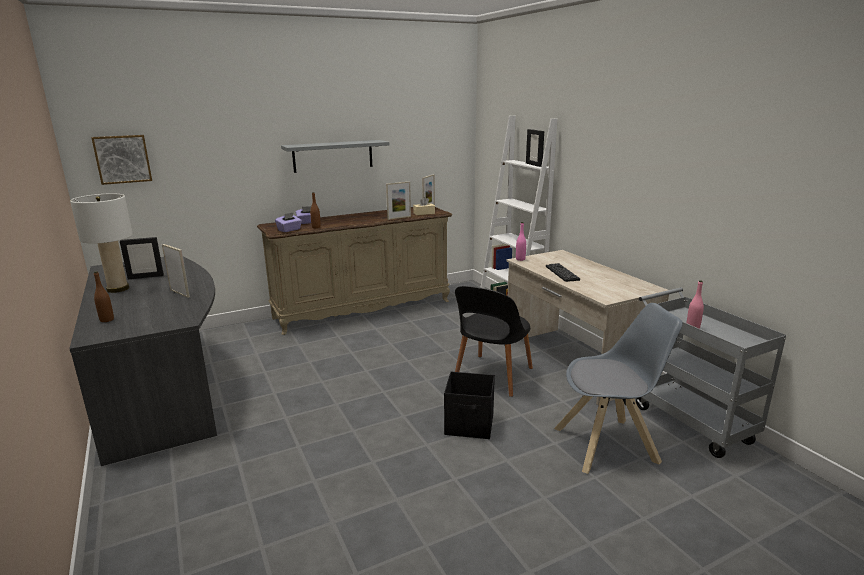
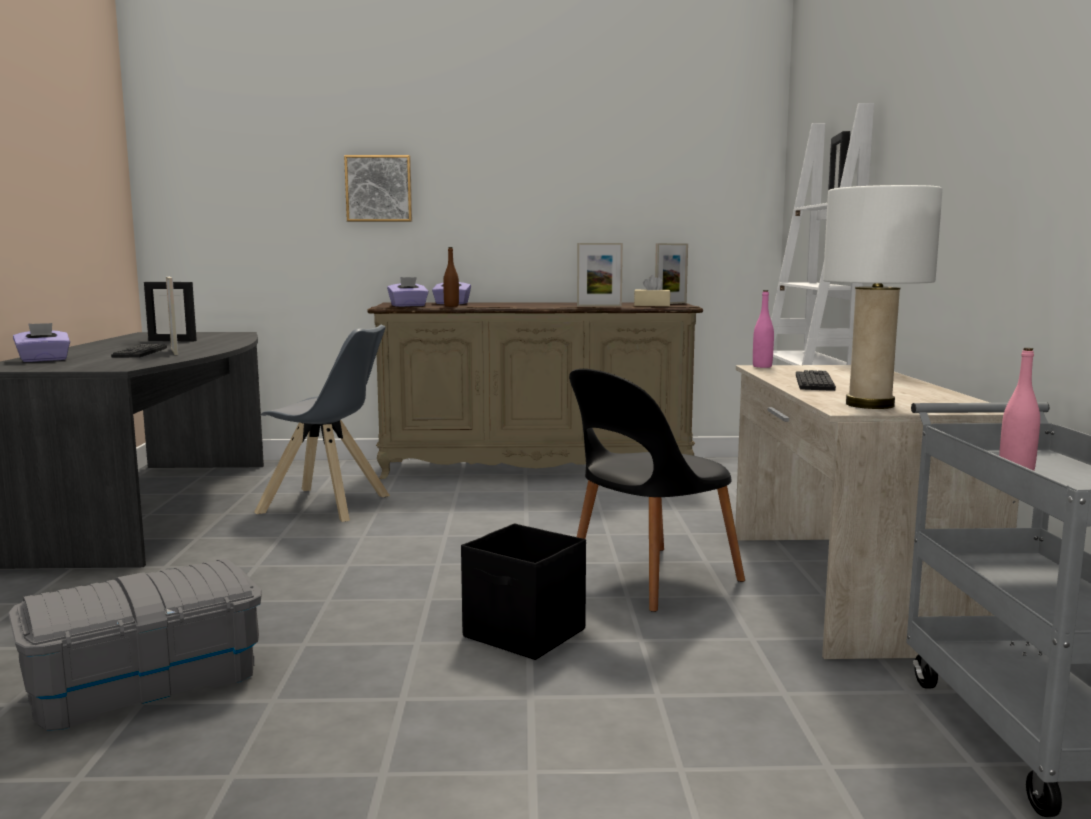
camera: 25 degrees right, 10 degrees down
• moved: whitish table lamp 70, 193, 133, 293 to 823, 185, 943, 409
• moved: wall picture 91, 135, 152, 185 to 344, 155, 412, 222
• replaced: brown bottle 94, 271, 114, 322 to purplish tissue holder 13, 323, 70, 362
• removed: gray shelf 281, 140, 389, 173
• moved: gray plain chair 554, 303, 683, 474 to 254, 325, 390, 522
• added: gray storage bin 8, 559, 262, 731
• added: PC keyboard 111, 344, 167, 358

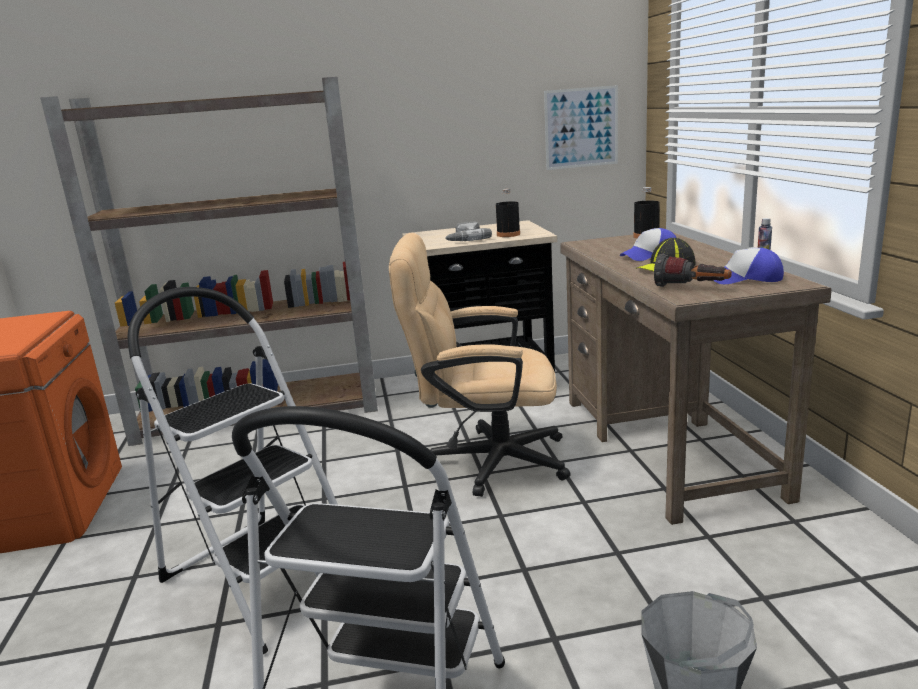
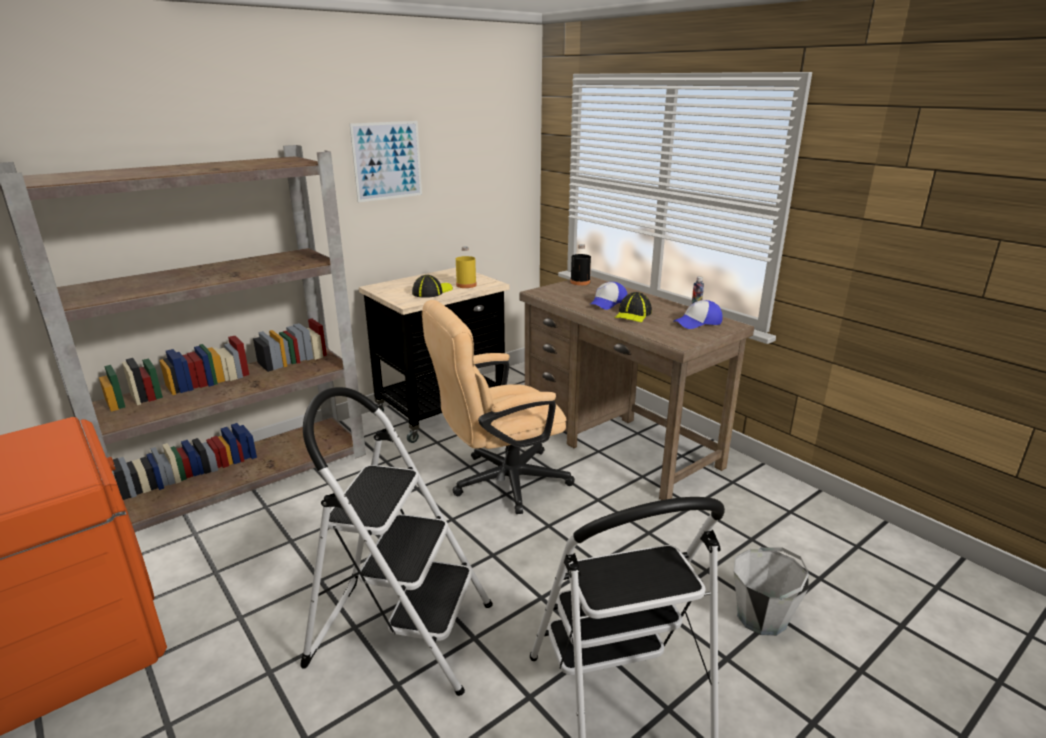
camera: 30 degrees left, 5 degrees up
• replaced: power drill 445, 222, 492, 241 to peaked cap 412, 275, 453, 298
• recoloured: black-coloured bottle 496, 189, 520, 237 to yellow bottle 456, 246, 477, 288
• moved: wall picture 544, 85, 618, 170 to 350, 121, 422, 202
• removed: torch 654, 254, 732, 287

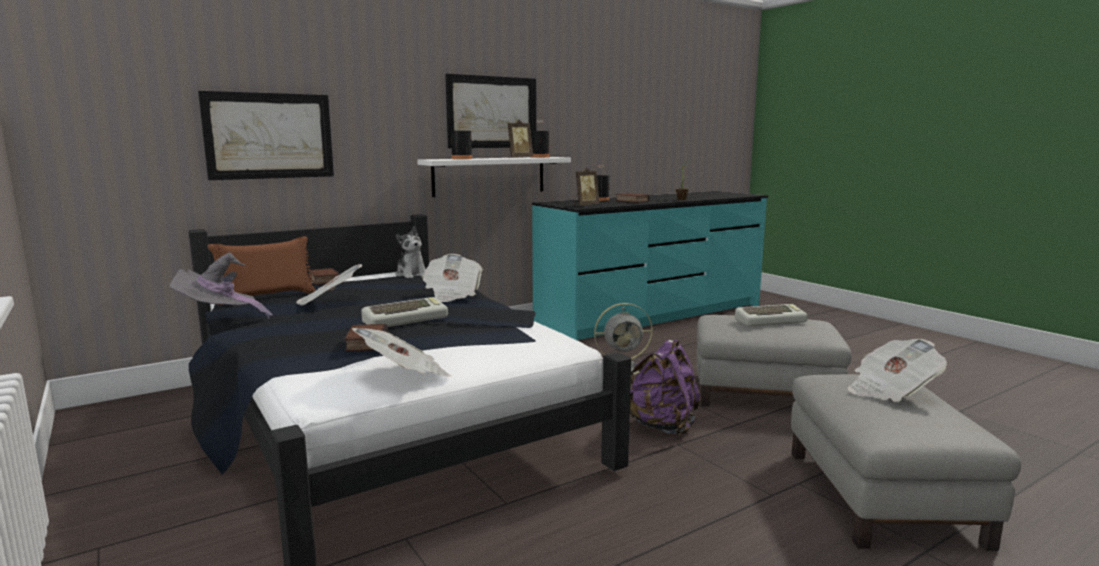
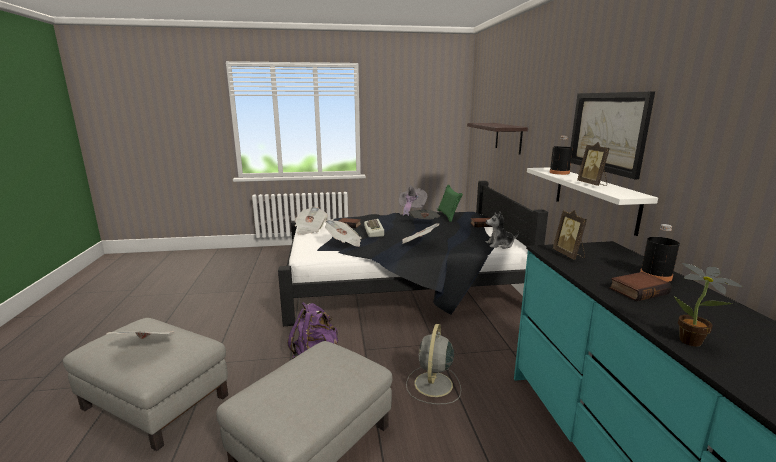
camera: 115 degrees right, 5 degrees up
• replaced: wall picture 198, 91, 334, 180 to shelf 467, 123, 528, 155
• recoloured: brown pillow 207, 236, 315, 305 to greenish pillow 437, 185, 463, 222
• removed: black-coloured bottle 531, 120, 550, 158
• removed: PC keyboard 735, 304, 807, 326
• added: printed paper 325, 220, 362, 247

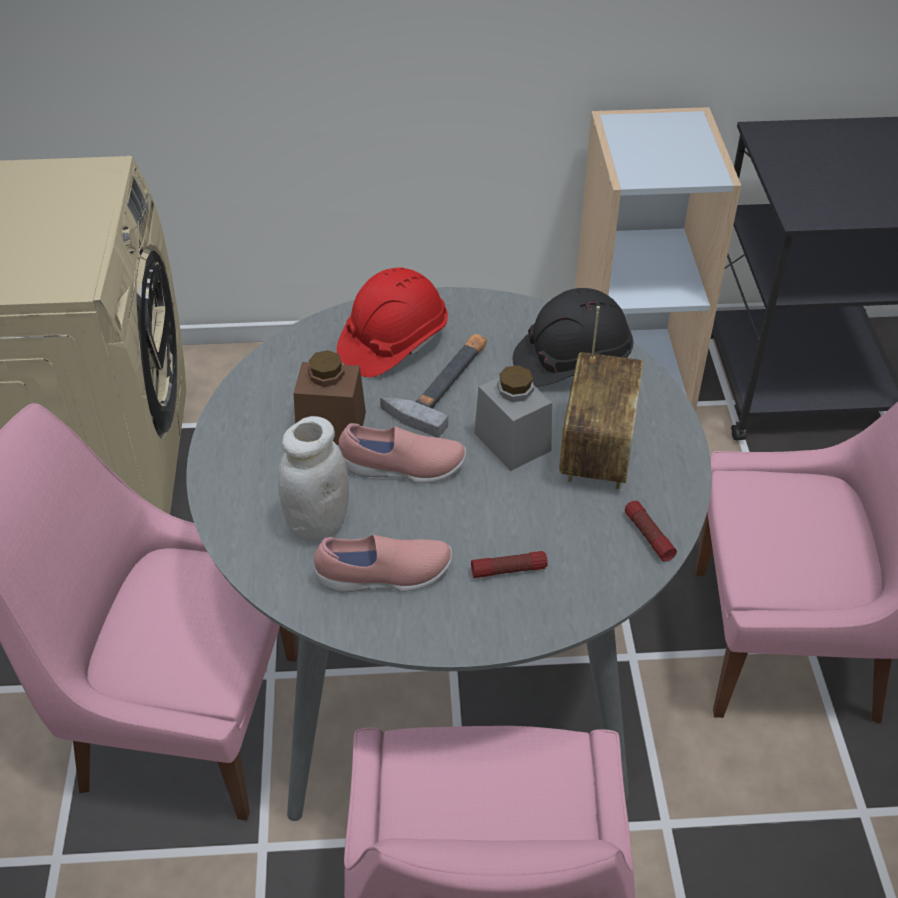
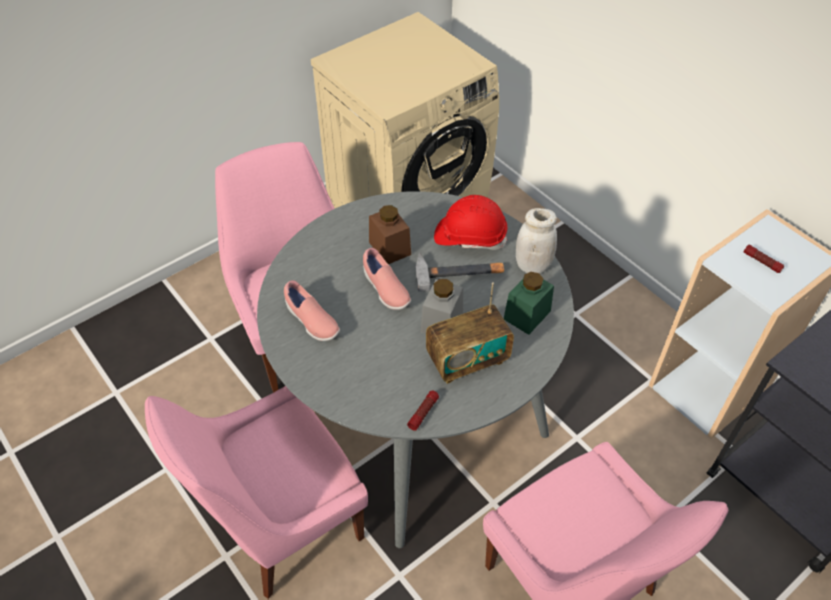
camera: 55 degrees right, 5 degrees up
• moved: whitish jar 278, 416, 349, 541 to 516, 208, 557, 274
• moved: torch 471, 551, 548, 578 to 744, 245, 784, 273
• replaced: black-coloured safety helmet 513, 288, 633, 387 to greenish jar 504, 272, 554, 335

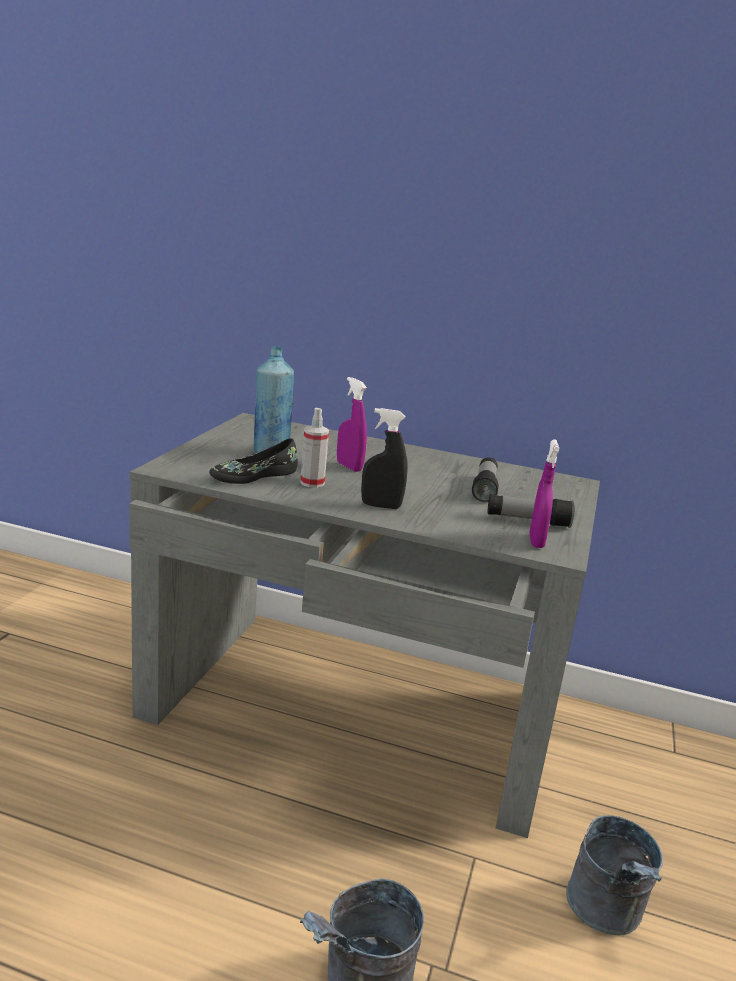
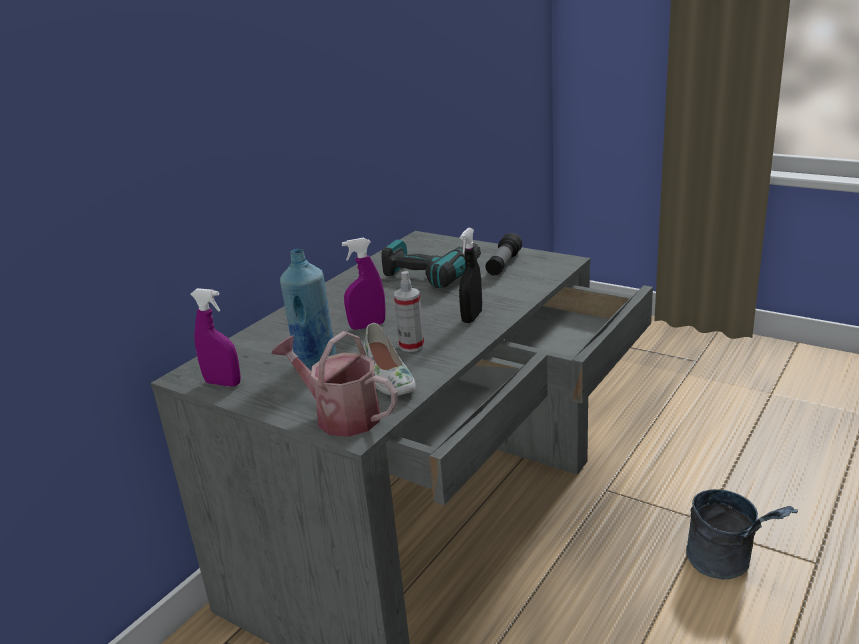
camera: 70 degrees left, 5 degrees up
• recoloured: black-coloured shoe 209, 439, 298, 484 to whitish shoe 363, 323, 416, 396
• replaced: torch 472, 457, 499, 502 to power drill 381, 239, 481, 288
• moved: purplish spray bottle 529, 439, 559, 548 to 190, 288, 241, 387
• removed: gray water bucket 566, 815, 663, 936
• added: sprinkling can 271, 331, 398, 437

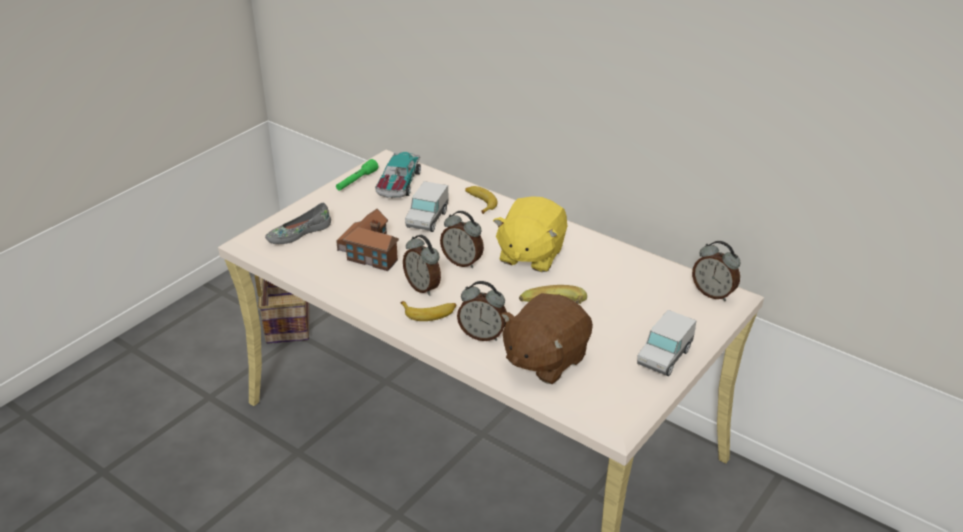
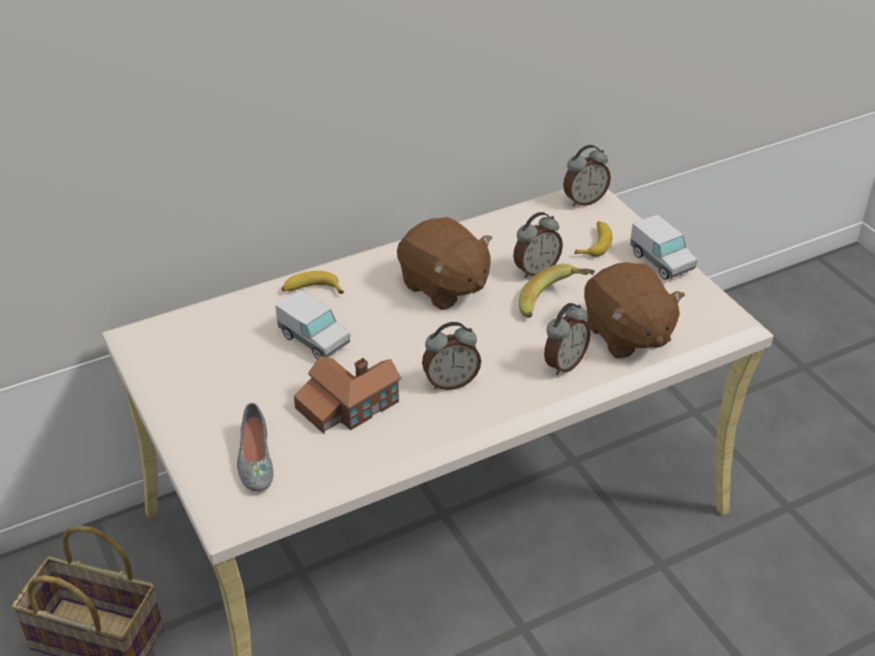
camera: 65 degrees left, 5 degrees up
• removed: greenish torch 336, 159, 378, 191
• removed: miniature car 375, 152, 421, 198
• moved: whole banana 401, 301, 456, 321 to 574, 221, 613, 257
• moved: alarm clock 440, 211, 484, 268 to 513, 212, 563, 278
• recoloured: yellow plush toy 493, 196, 567, 272 to brown plush toy 397, 217, 492, 310

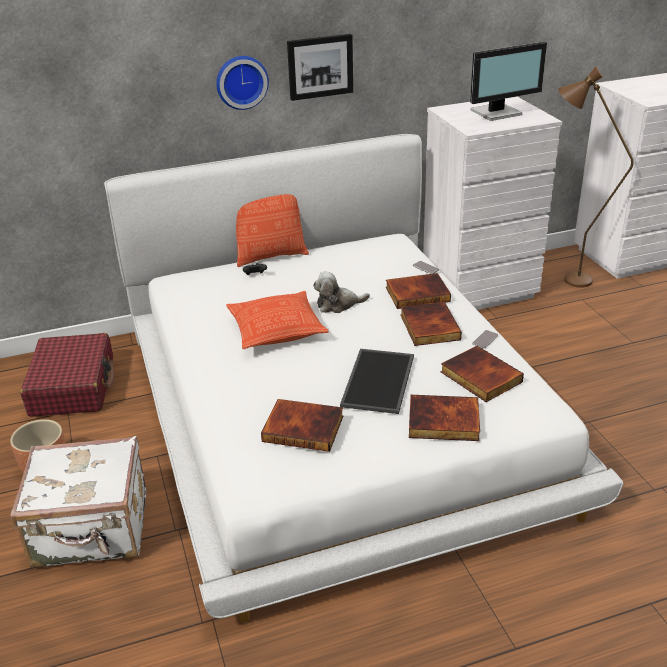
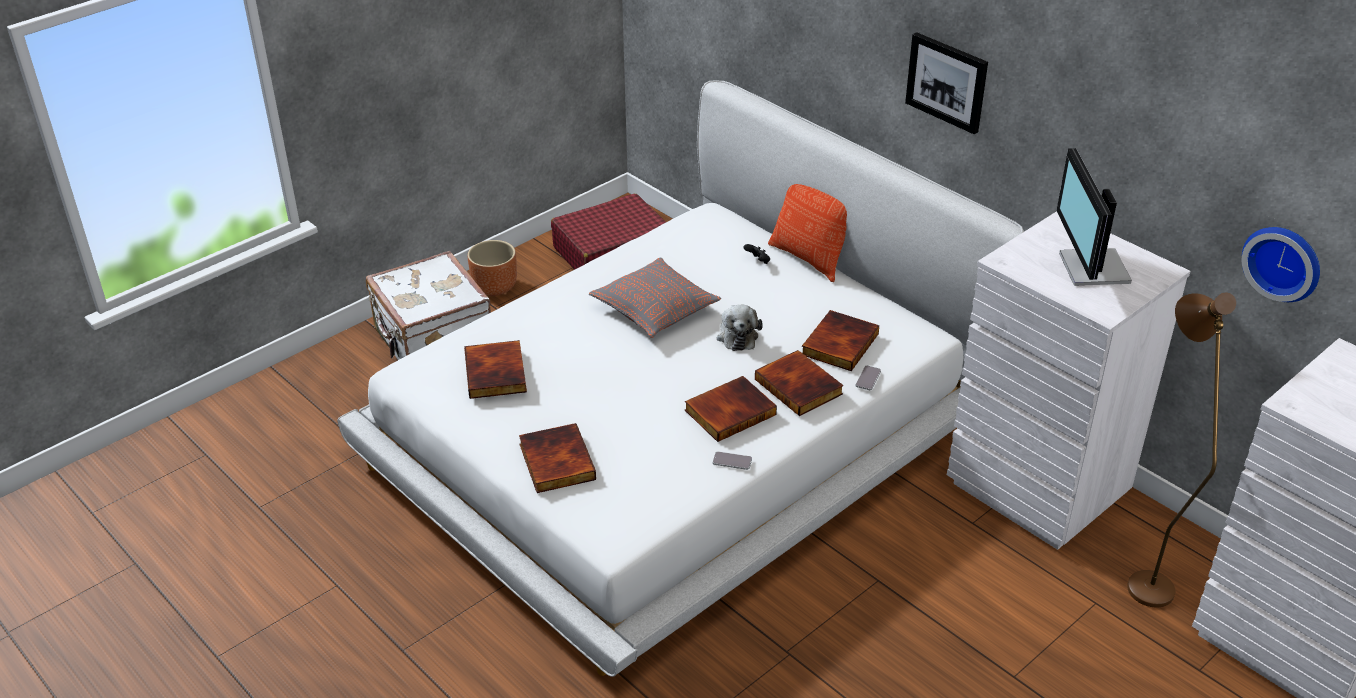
camera: 65 degrees right, 5 degrees up
• moved: wall clock 216, 56, 269, 110 to 1242, 227, 1320, 302
• recoloured: orange pillow 226, 291, 329, 349 to gray pillow 589, 257, 721, 338
• turned: plush toy 313, 271, 370, 313 = 717, 305, 763, 351 150 degrees counterclockwise
• removed: serving tray 340, 349, 414, 414
• moved: book 441, 346, 524, 402 to 802, 310, 879, 371
• turned: computer screen 470, 42, 547, 121 = 1057, 148, 1132, 286 45 degrees clockwise

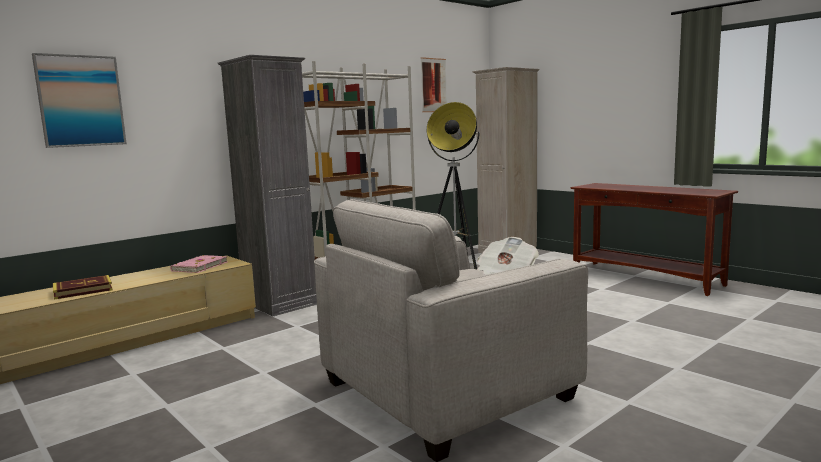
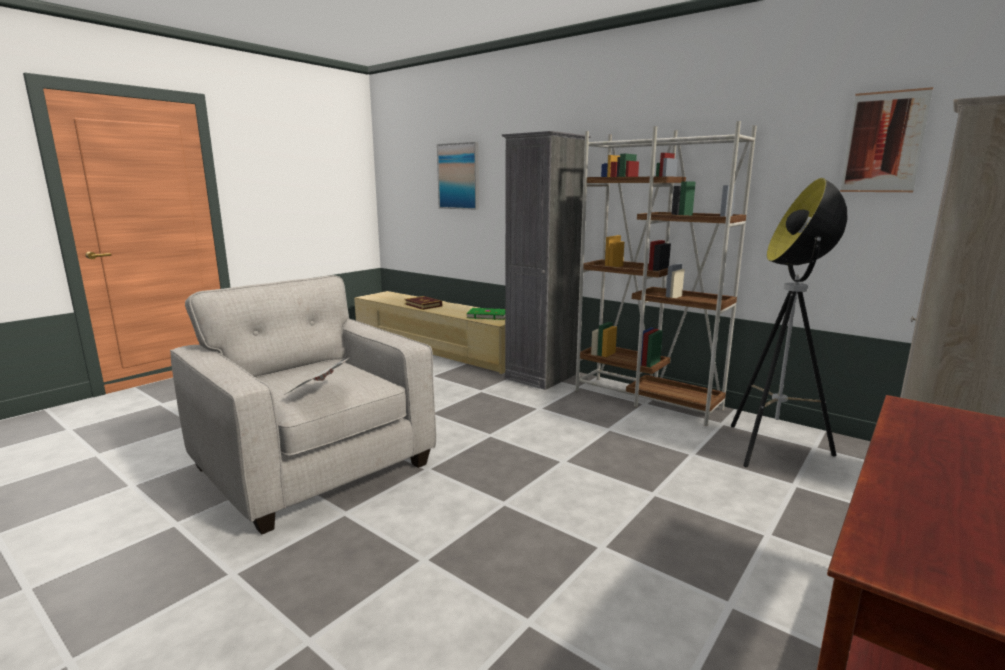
camera: 80 degrees right, 5 degrees up
• recoloured: pinkish book 170, 255, 228, 273 to greenish book 466, 308, 505, 320

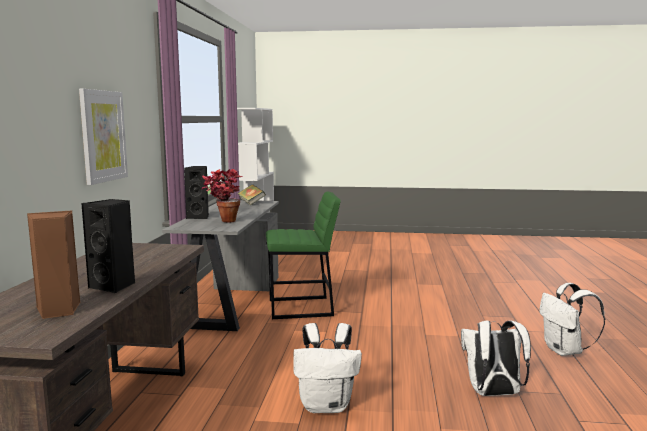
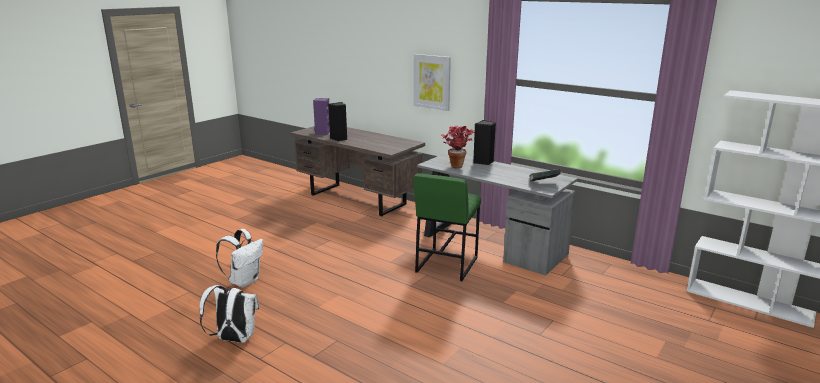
camera: 120 degrees right, 10 degrees up
• recoloured: brown audio speaker 27, 210, 81, 319 to purplish audio speaker 313, 98, 330, 135
• removed: whitish backpack 293, 323, 362, 413

